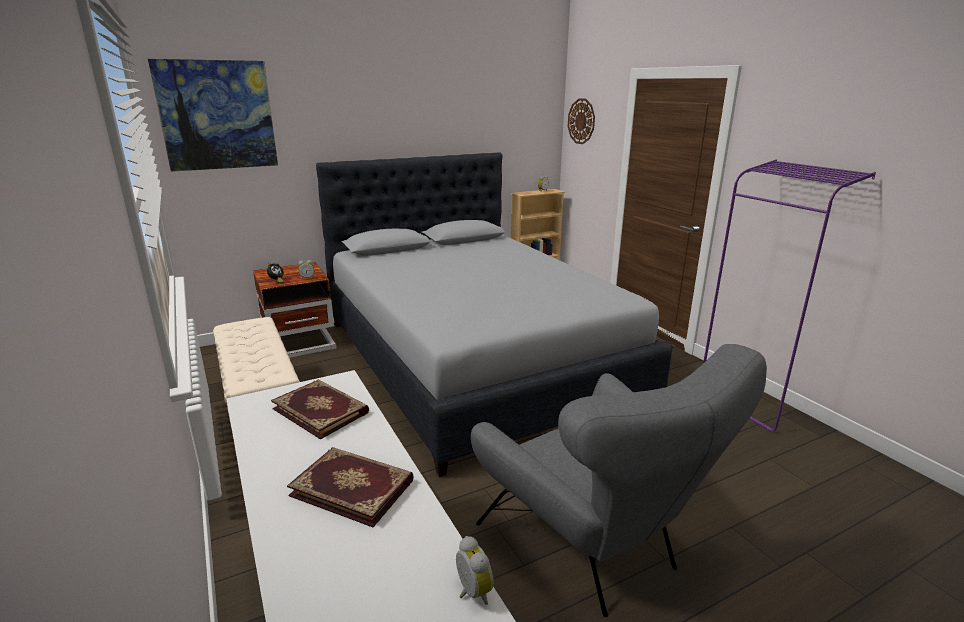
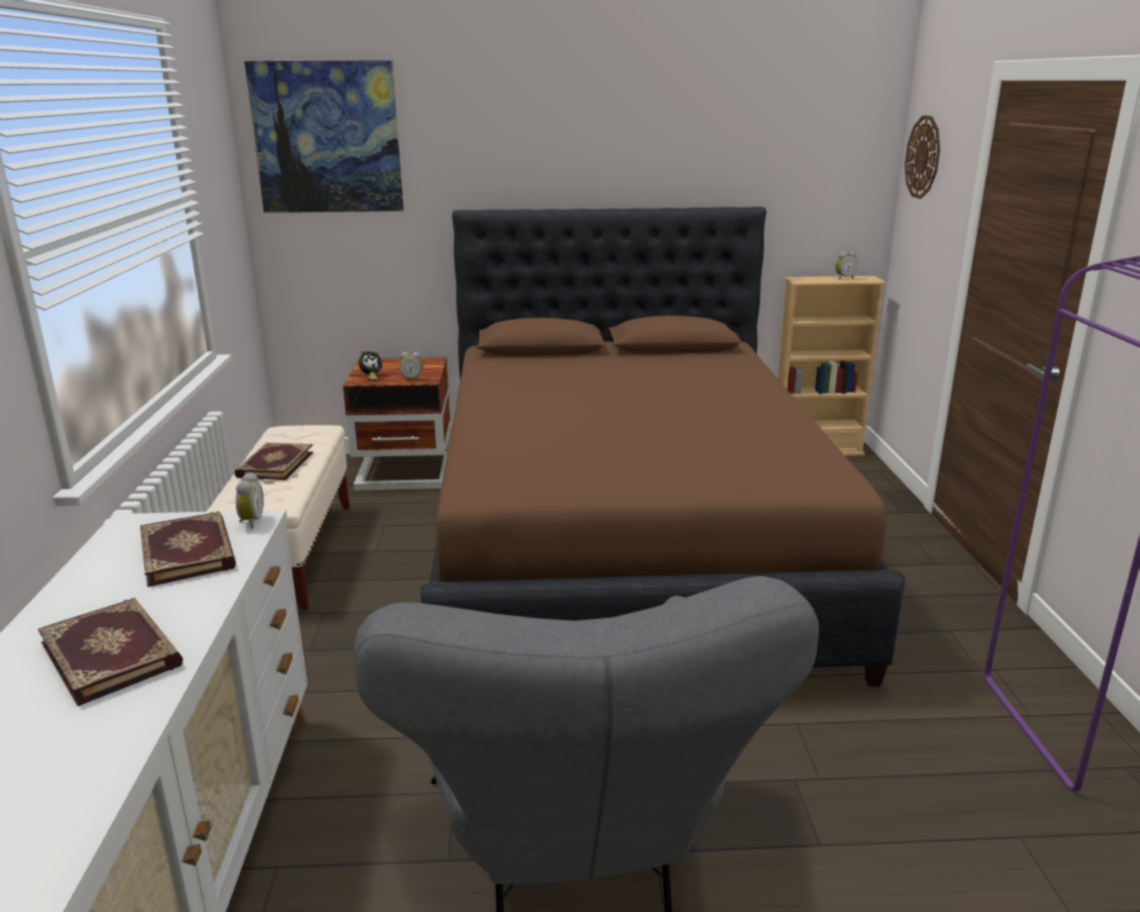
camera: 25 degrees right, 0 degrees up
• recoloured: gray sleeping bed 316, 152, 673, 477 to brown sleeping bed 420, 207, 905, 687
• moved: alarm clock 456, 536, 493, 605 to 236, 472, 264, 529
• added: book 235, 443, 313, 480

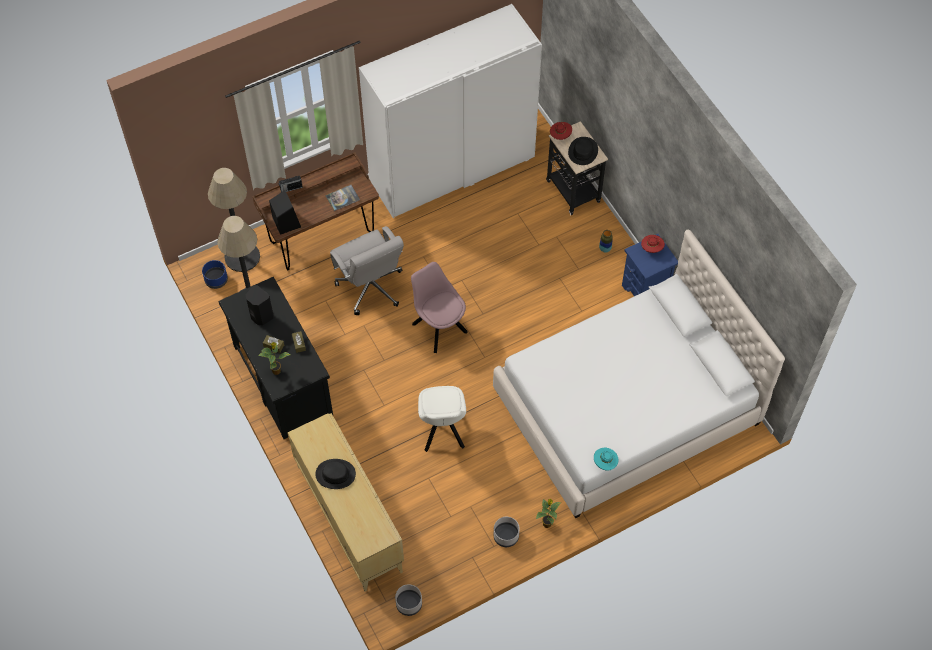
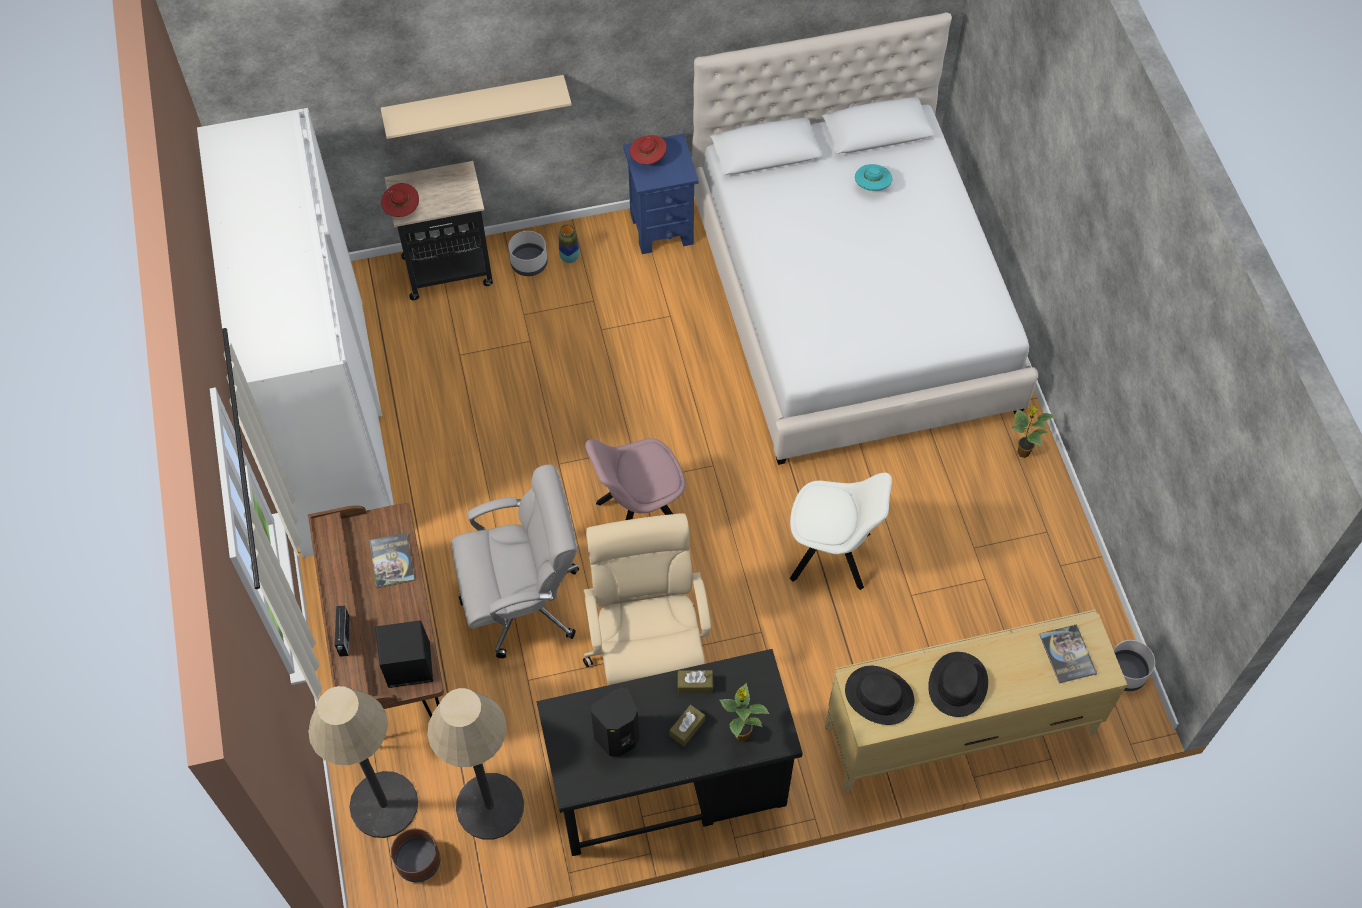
camera: 75 degrees left, 0 degrees up
• recoloured: blue planter 202, 260, 228, 289 to brown planter 391, 828, 440, 882
• moved: gray planter 494, 517, 520, 547 to 508, 231, 548, 276
• moved: black-coloured wearable hat 568, 137, 598, 165 to 845, 666, 914, 725
• moved: turquoise-coloured wearable hat 594, 448, 619, 471 to 855, 164, 892, 191
• added: beige-coloured shelf 381, 75, 572, 139
• added: beige-coloured office chair 583, 513, 711, 685
• added: book 1039, 624, 1097, 684

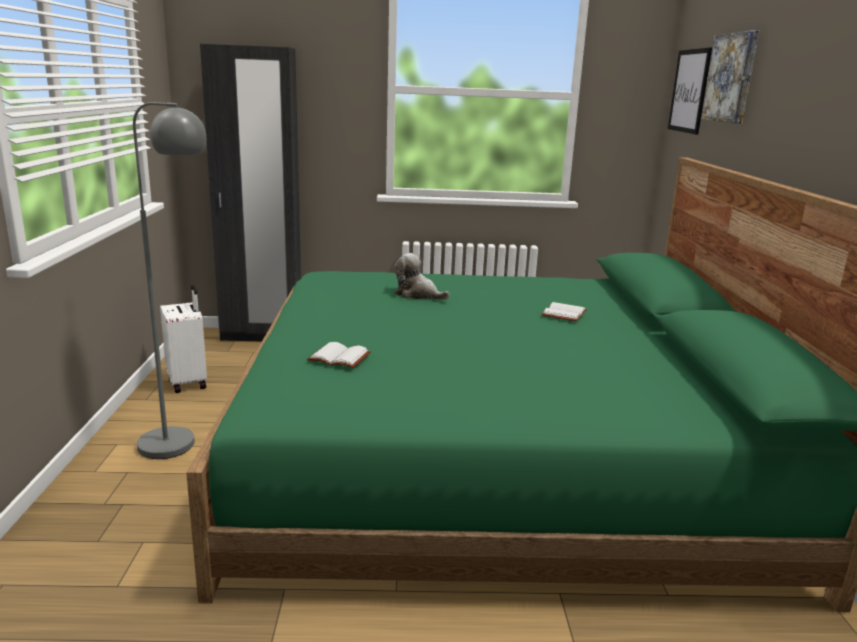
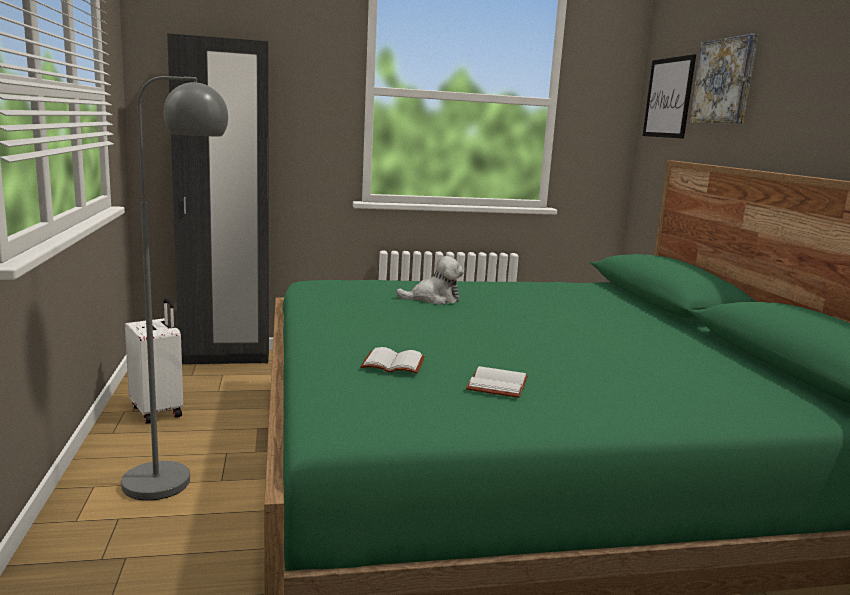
camera: 10 degrees left, 5 degrees down
• turned: plush toy 394, 253, 450, 300 = 396, 256, 464, 305 150 degrees clockwise
• moved: whitish book 542, 302, 587, 322 to 466, 366, 528, 398

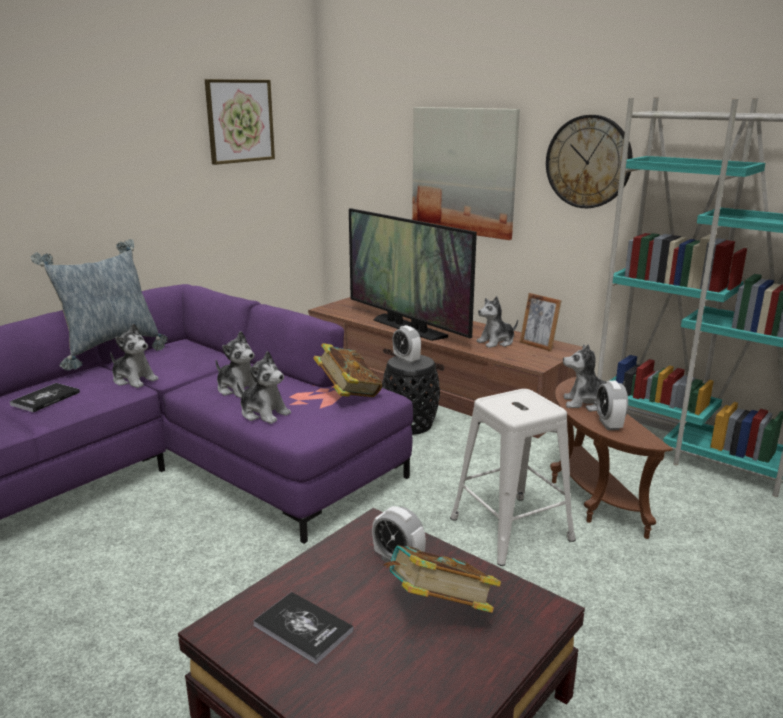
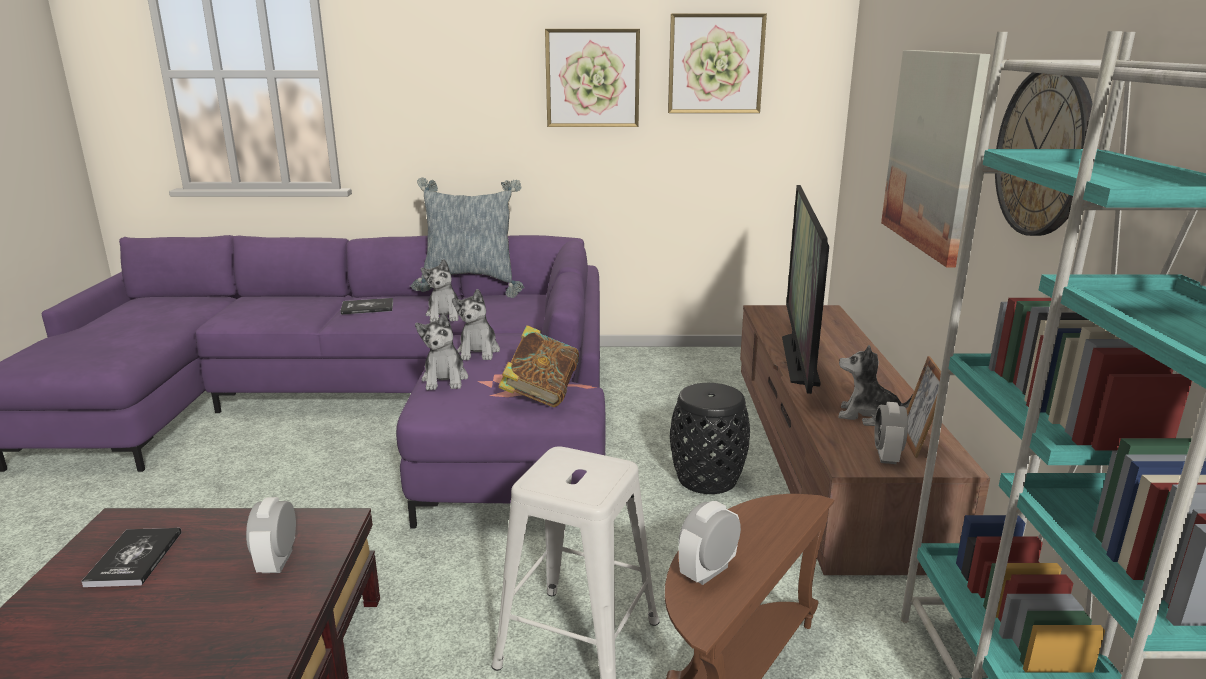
camera: 50 degrees right, 0 degrees up
• removed: book 384, 545, 501, 613
• moved: alarm clock 392, 325, 421, 364 to 874, 402, 908, 464
• removed: plush toy 563, 345, 625, 412
• added: wall picture 545, 29, 640, 127

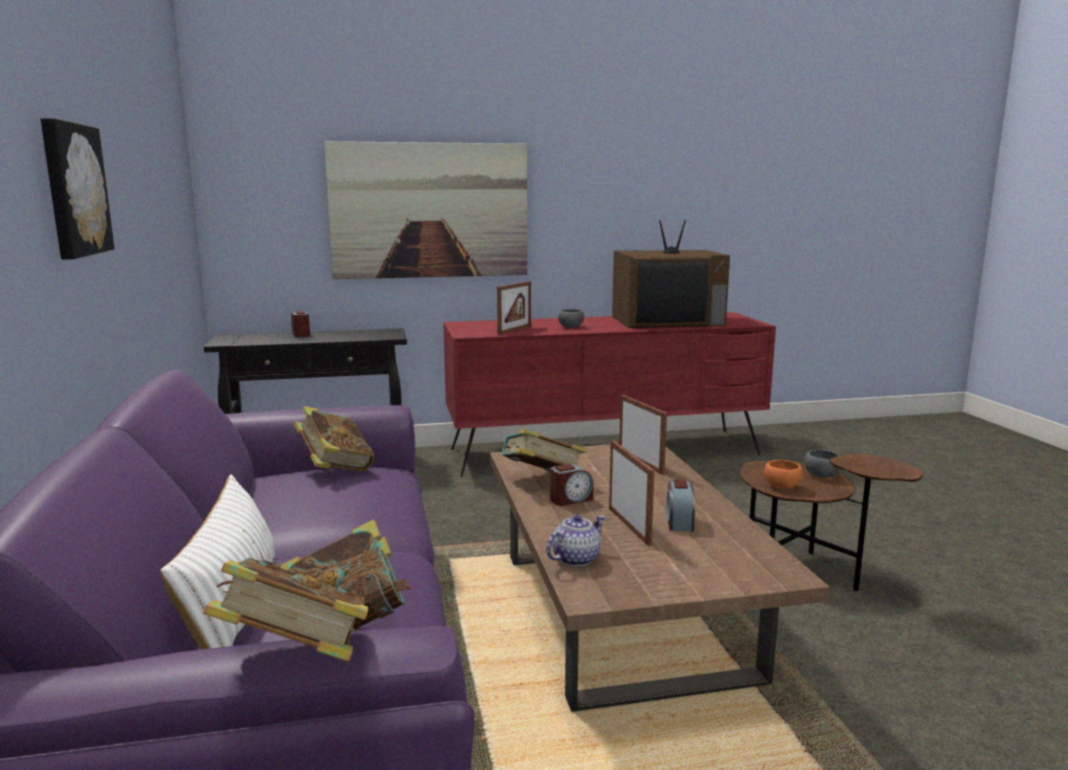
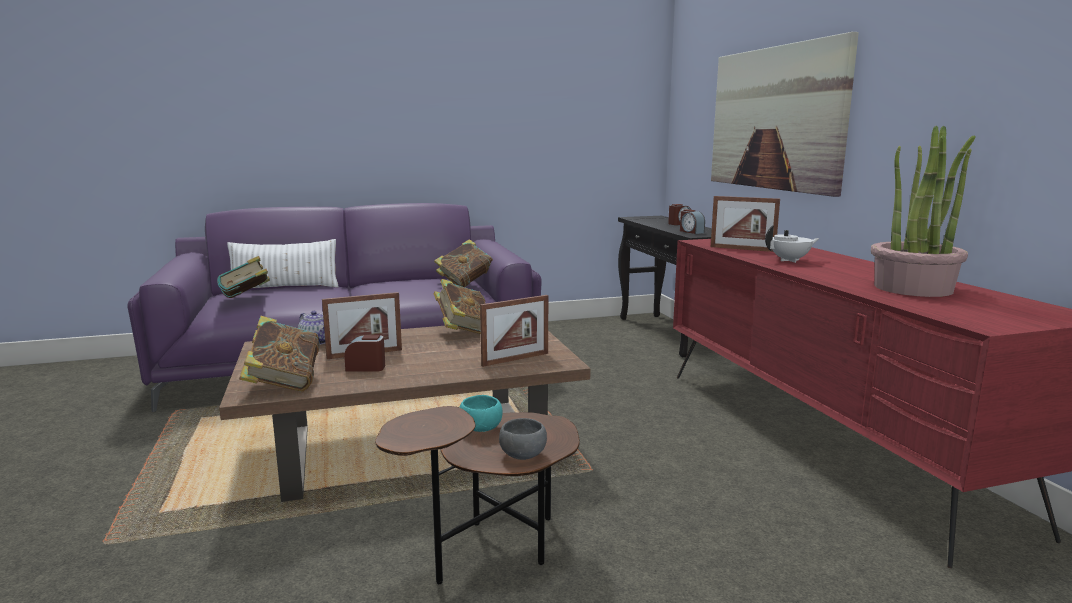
camera: 85 degrees right, 0 degrees up
• removed: wall picture 40, 118, 115, 259
• moved: book 203, 557, 368, 662 to 239, 316, 320, 391
• moved: alarm clock 550, 464, 594, 506 to 680, 209, 705, 234
• replaced: gray serving bowl 558, 309, 584, 328 to whitish pot for tea 765, 225, 820, 263
• replaced: television 612, 220, 730, 328 to houseplant 871, 126, 976, 297
• recoloured: orange serving bowl 764, 460, 802, 489 to turquoise-coloured serving bowl 460, 395, 503, 432

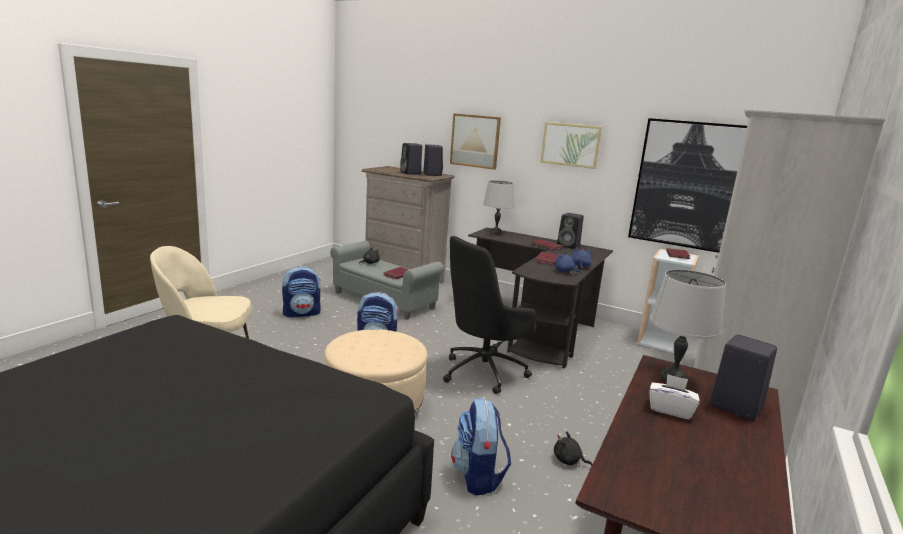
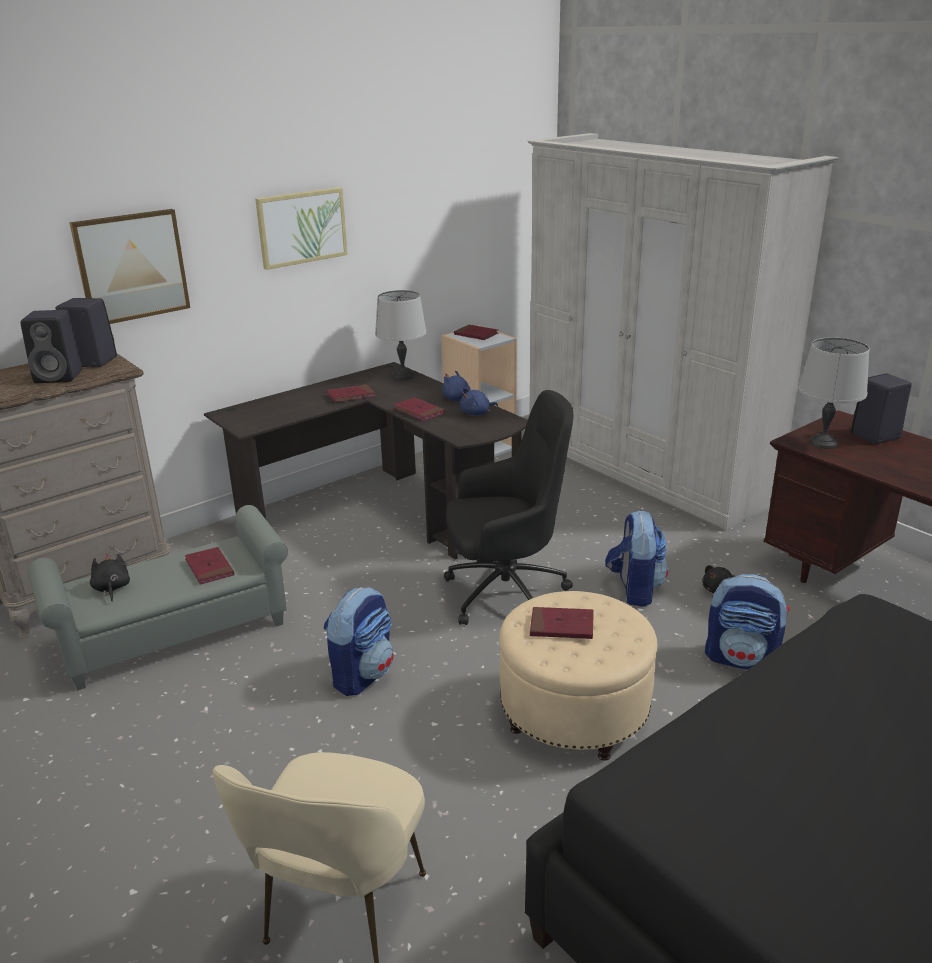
camera: 65 degrees left, 10 degrees up
• moved: backpack 282, 266, 321, 317 to 605, 510, 668, 607
• turned: black-coloured office chair 443, 236, 536, 394 = 444, 390, 573, 625 90 degrees counterclockwise
• moved: gray table lamp 483, 180, 514, 234 to 375, 290, 427, 380
• removed: black-coloured audio speaker 557, 213, 584, 249
• removed: wall picture 628, 118, 747, 253
• removed: whitish tissue holder 649, 374, 700, 420
• added: reddish book 530, 607, 594, 639

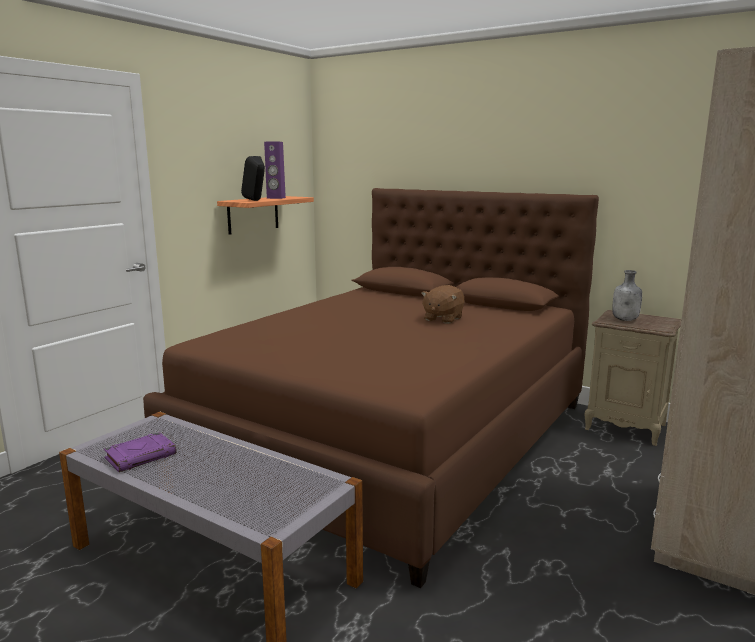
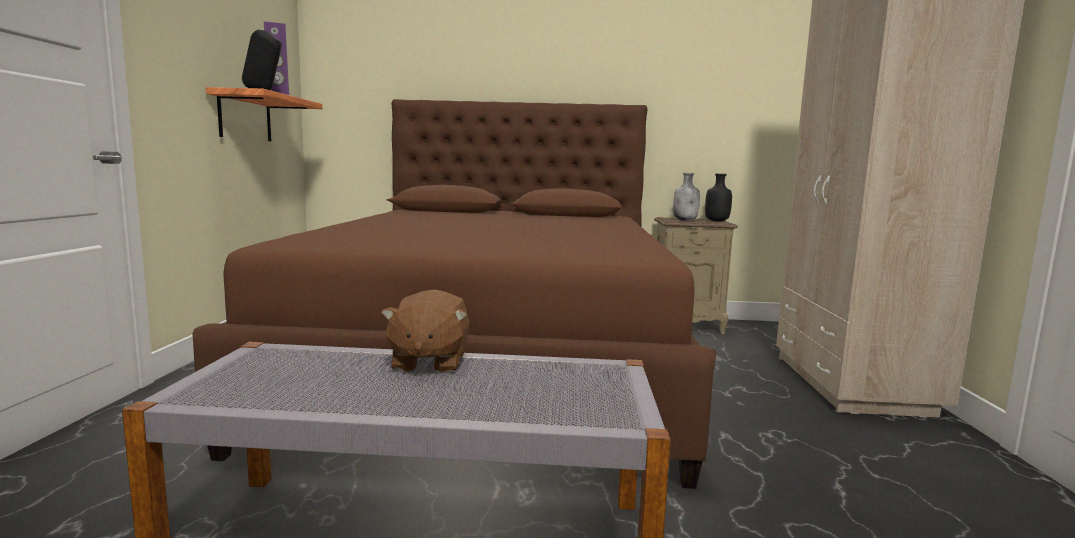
camera: 30 degrees left, 5 degrees down
• removed: purplish book 104, 432, 177, 472
• moved: brown plush toy 421, 285, 465, 324 to 381, 289, 469, 373
• added: black-coloured bottle 705, 174, 732, 222

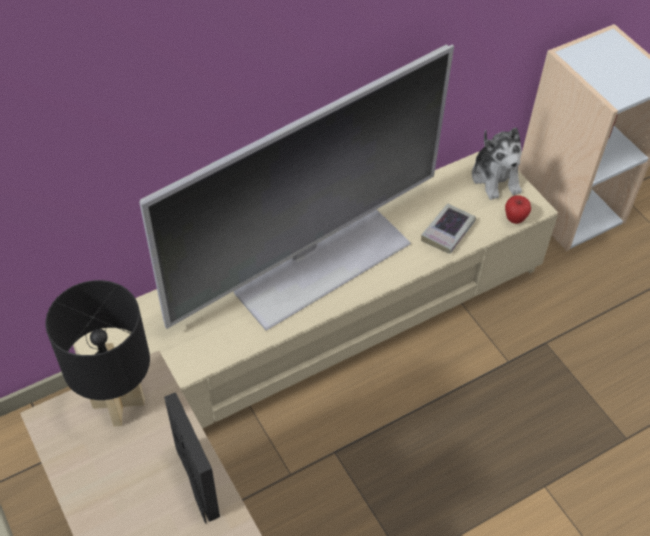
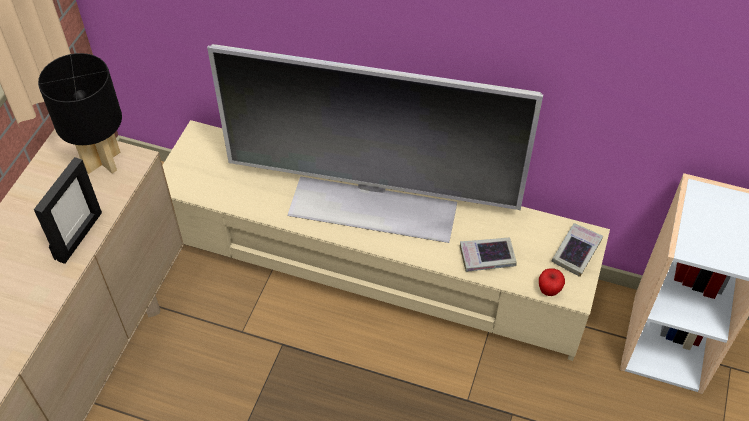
camera: 50 degrees right, 0 degrees up
• replaced: plush toy 472, 127, 522, 200 to book 552, 223, 603, 277

